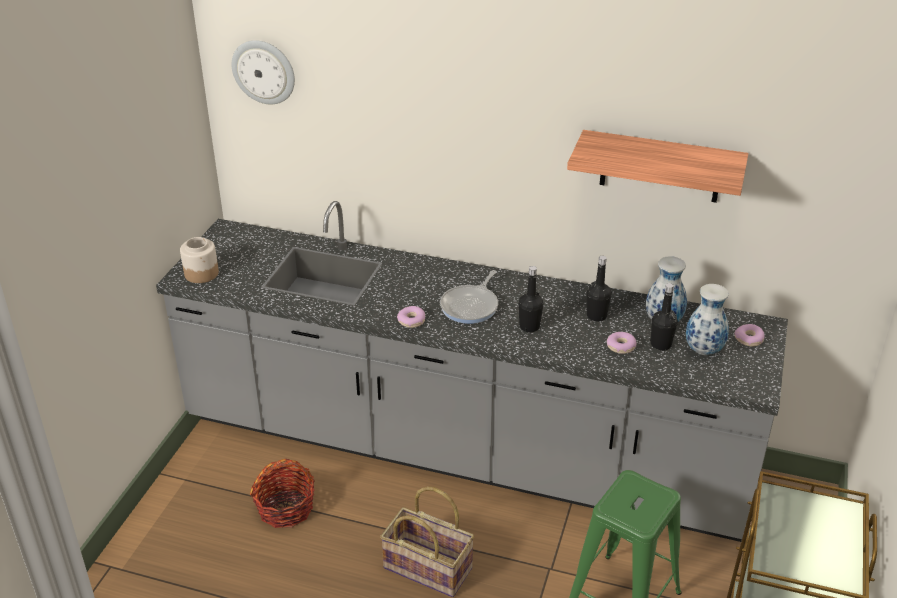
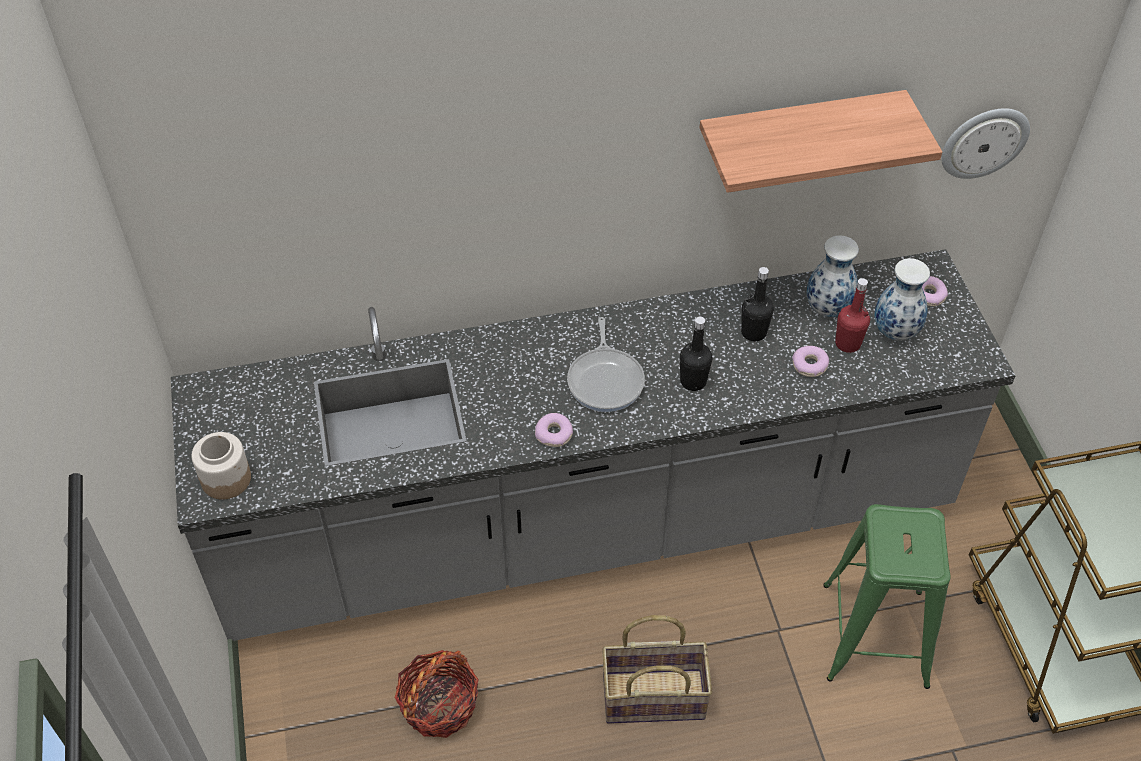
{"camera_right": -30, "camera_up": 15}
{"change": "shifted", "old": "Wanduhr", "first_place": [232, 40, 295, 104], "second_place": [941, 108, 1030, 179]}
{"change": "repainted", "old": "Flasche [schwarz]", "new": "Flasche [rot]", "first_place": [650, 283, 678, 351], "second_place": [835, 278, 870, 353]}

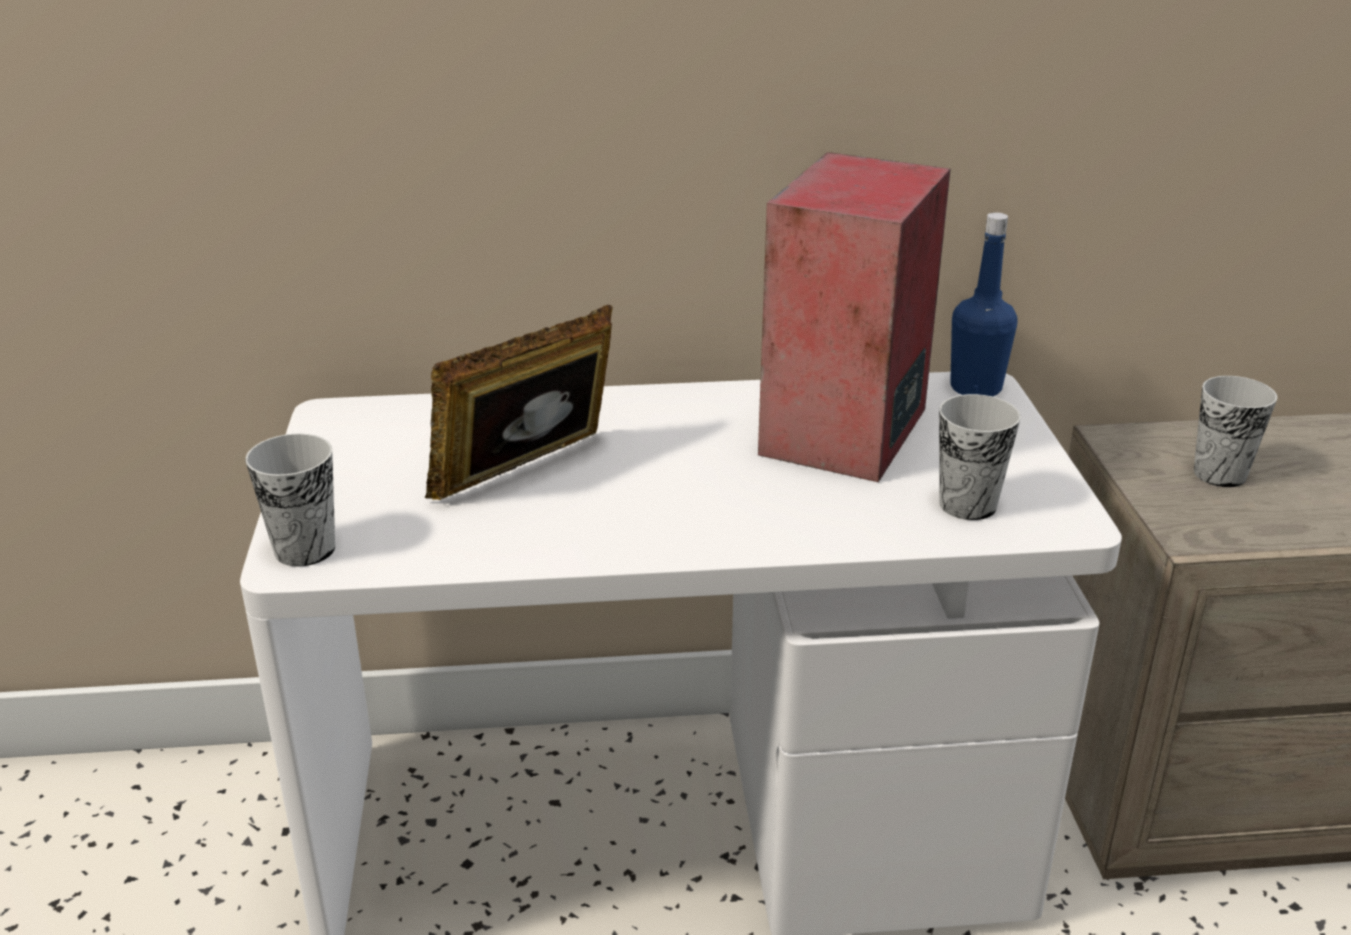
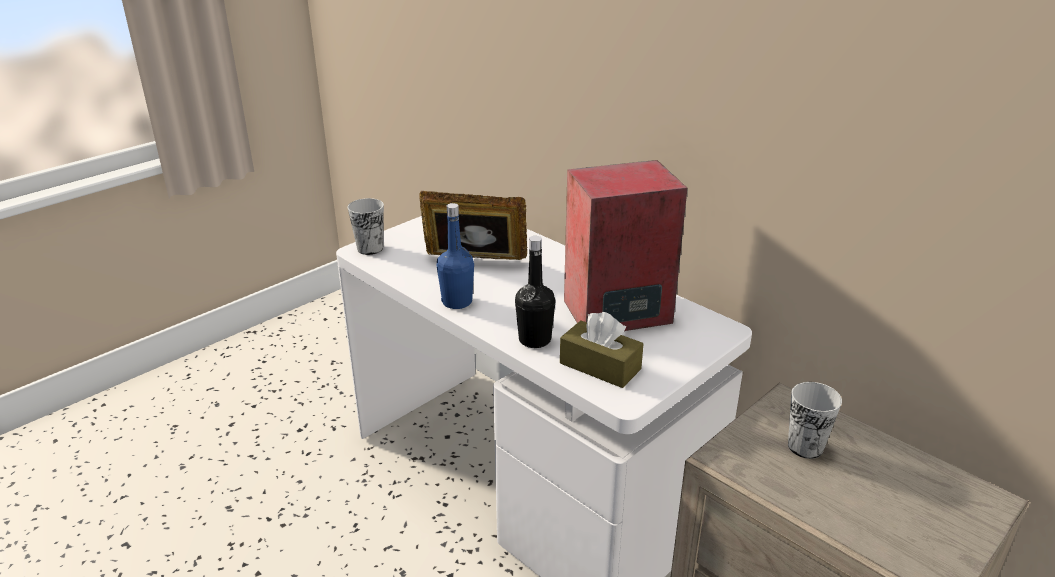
{"camera_right": 50, "camera_up": 0}
{"change": "new", "new": "Flasche [schwarz]", "second_place": [515, 236, 556, 348]}
{"change": "shifted", "old": "Flasche [blau]", "first_place": [950, 212, 1018, 396], "second_place": [437, 203, 474, 309]}
{"change": "swapped", "old": "Tasse", "new": "Taschentuchbox [braun]", "first_place": [939, 394, 1021, 520], "second_place": [560, 312, 643, 388]}

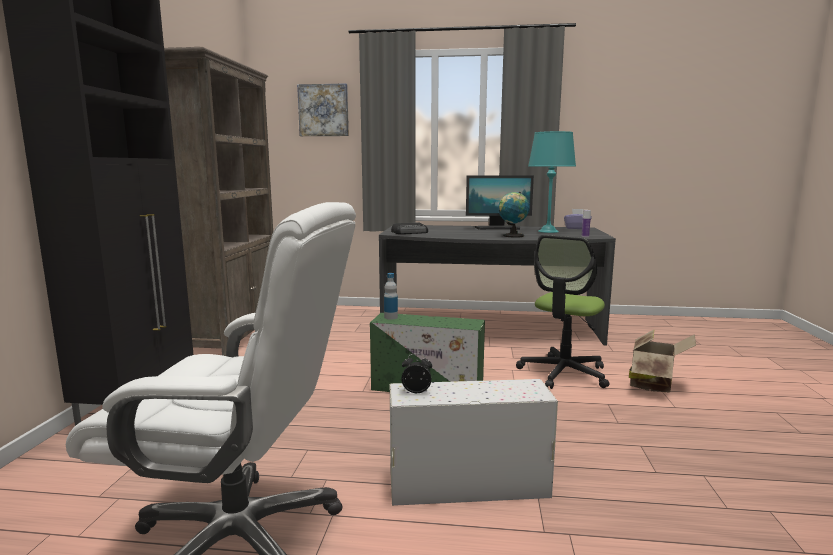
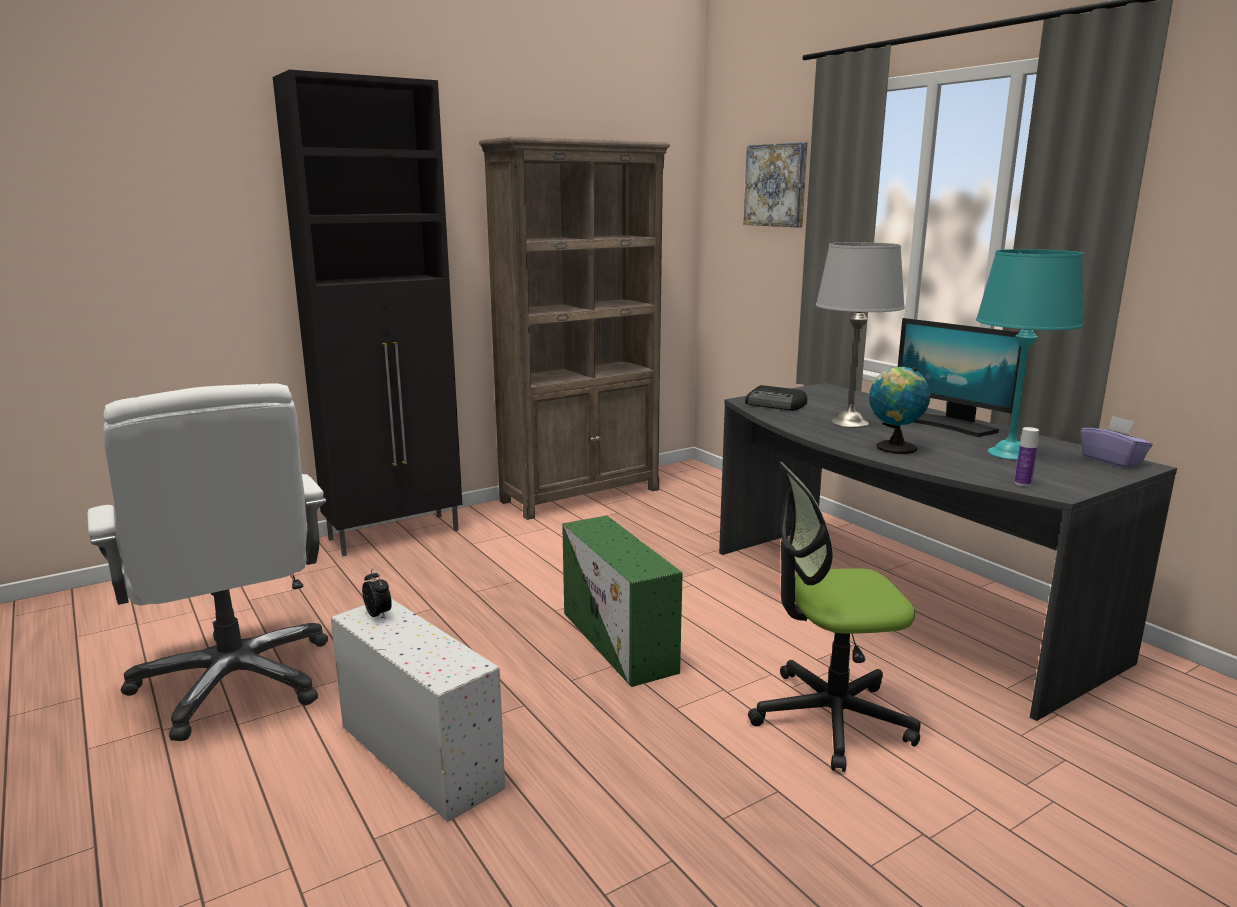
{"camera_right": 50, "camera_up": 5}
{"change": "gone", "old": "Flasche", "first_place": [384, 273, 398, 319]}
{"change": "gone", "old": "Karton", "first_place": [629, 330, 696, 393]}
{"change": "new", "new": "Tischlampe [grau]", "second_place": [816, 242, 905, 428]}

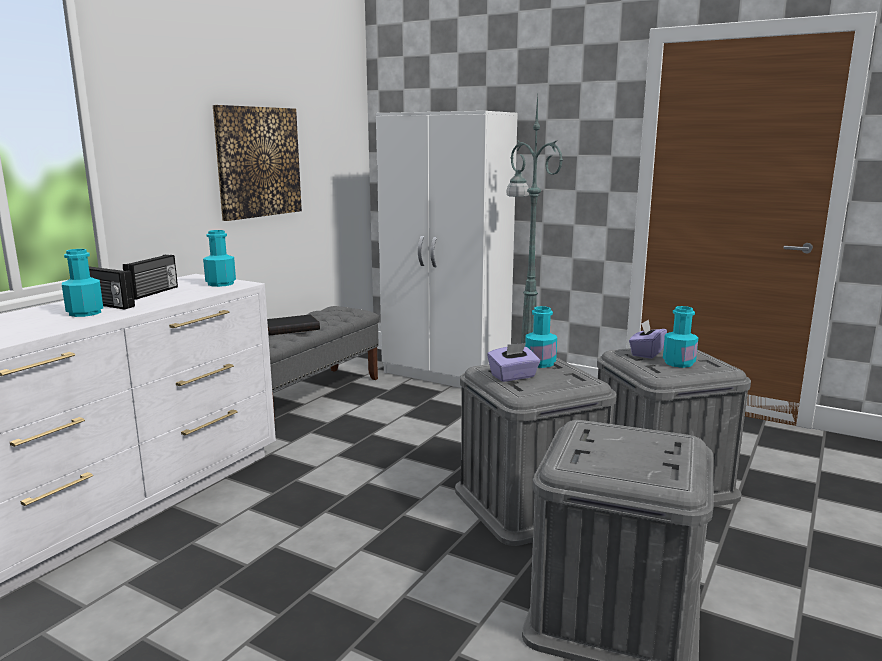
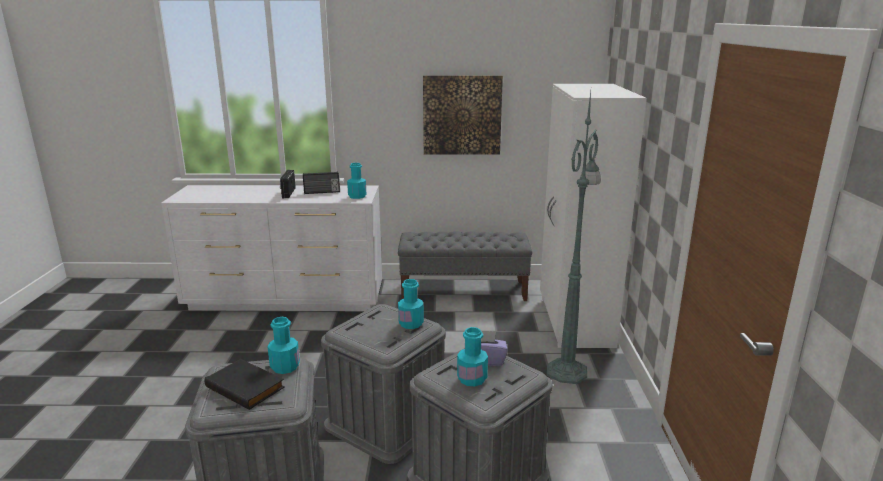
{"camera_right": 60, "camera_up": 5}
{"change": "gone", "old": "Taschentuchbox [lila]", "first_place": [487, 343, 540, 382]}
{"change": "shifted", "old": "Flasche [türkis]", "first_place": [62, 249, 103, 317], "second_place": [268, 317, 300, 374]}
{"change": "shifted", "old": "Buch [schwarz]", "first_place": [267, 314, 320, 336], "second_place": [204, 359, 284, 410]}

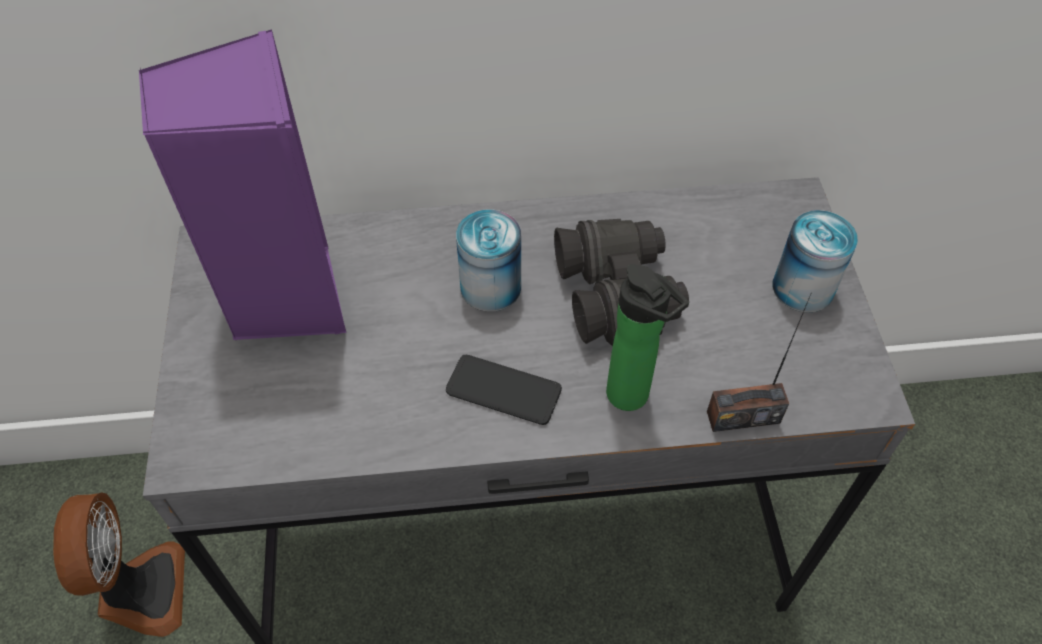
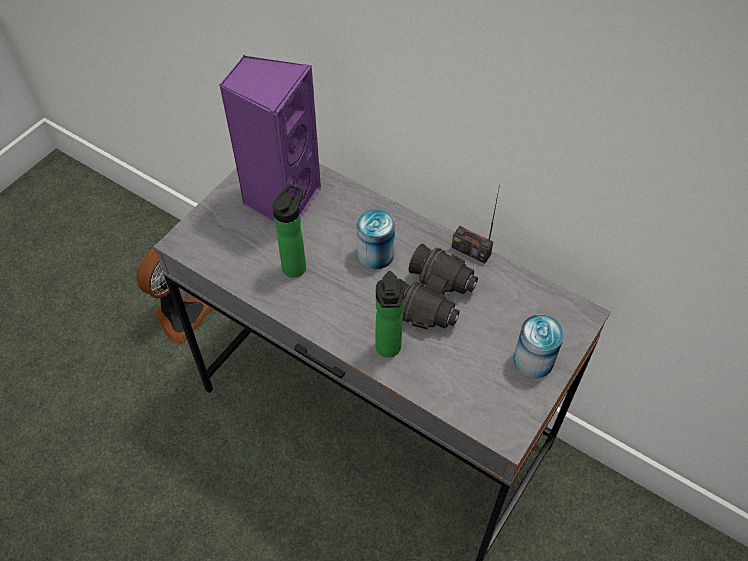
{"camera_right": 40, "camera_up": 0}
{"change": "gone", "old": "Handy", "first_place": [446, 355, 562, 425]}
{"change": "new", "new": "Flasche", "second_place": [272, 183, 306, 278]}
{"change": "shifted", "old": "Radio", "first_place": [707, 294, 811, 432], "second_place": [452, 184, 500, 263]}

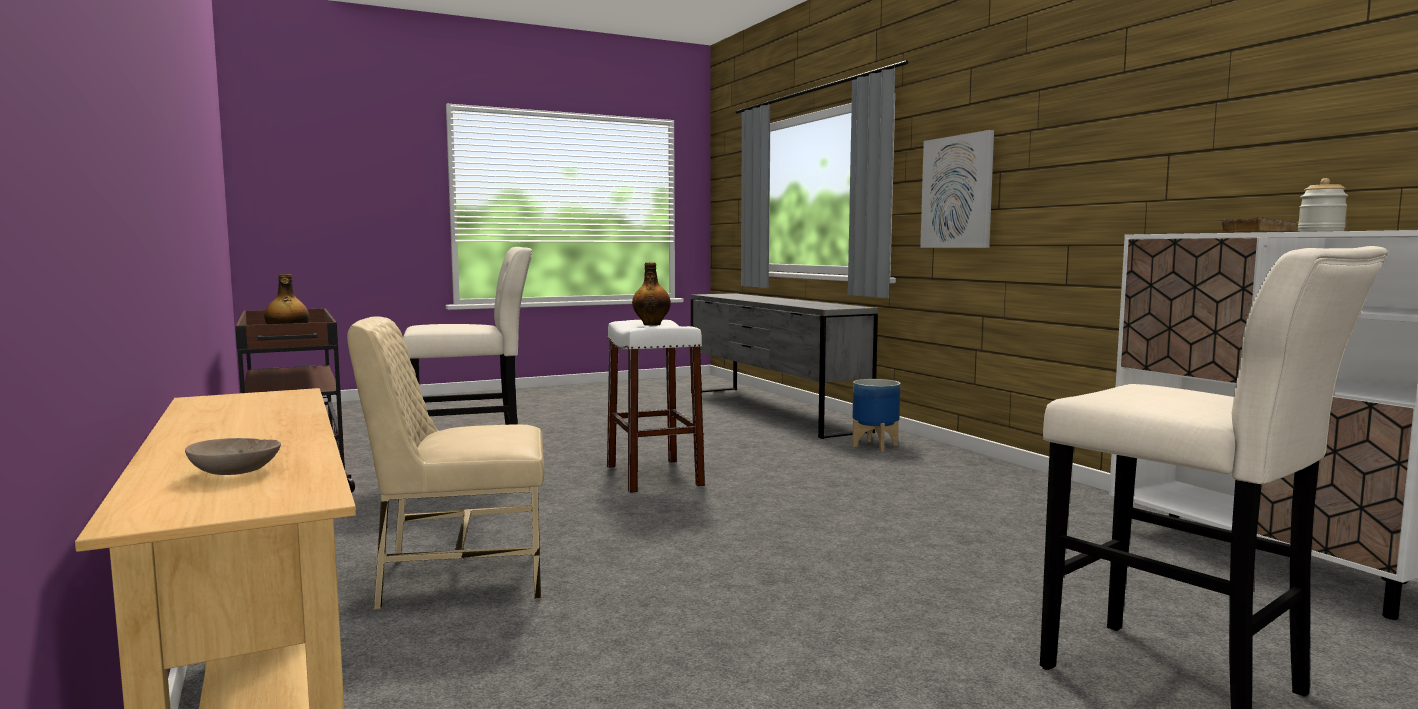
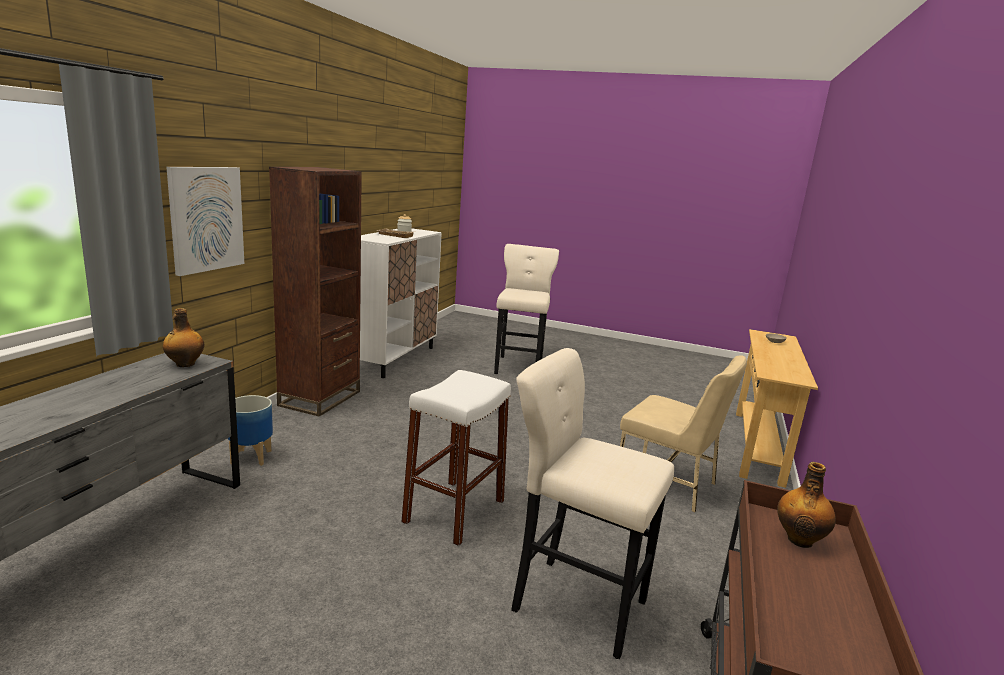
{"camera_right": -135, "camera_up": 10}
{"change": "new", "new": "Bücherregal [braun]", "second_place": [269, 167, 362, 416]}
{"change": "shifted", "old": "Flasche", "first_place": [632, 262, 671, 326], "second_place": [163, 308, 204, 367]}

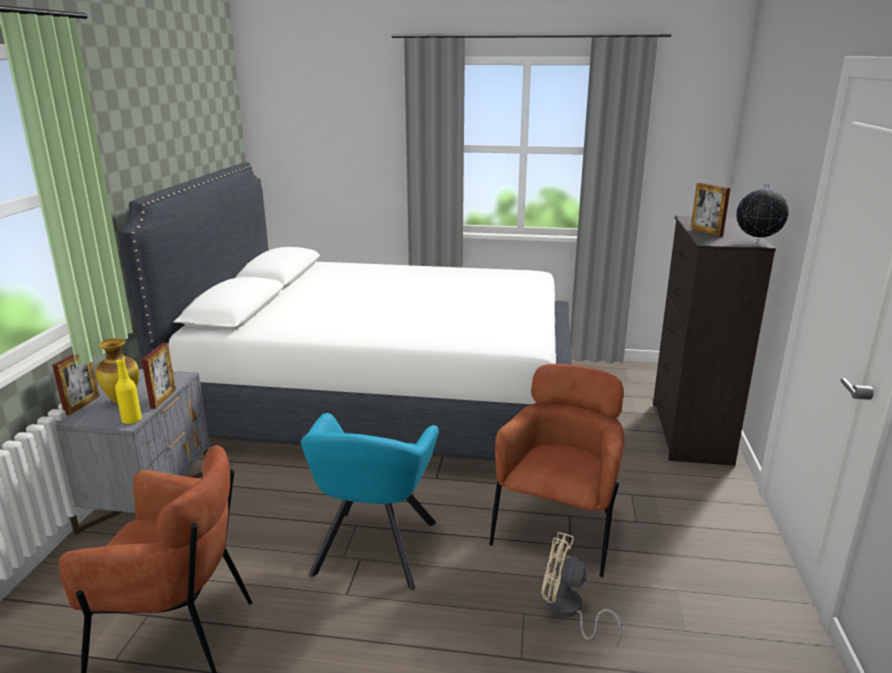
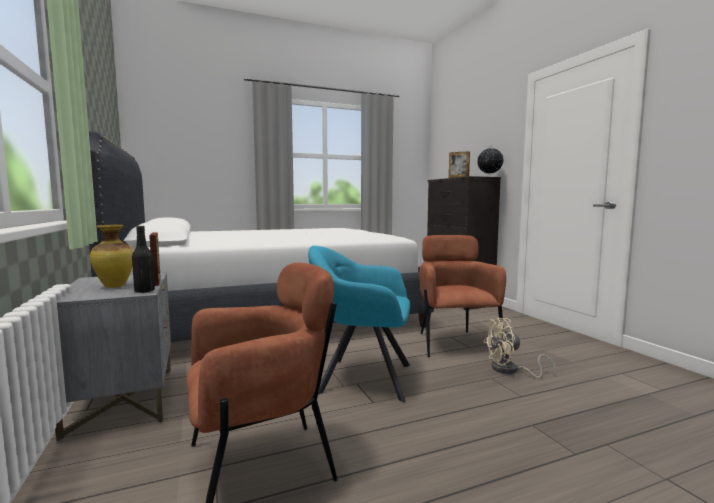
{"camera_right": -30, "camera_up": -15}
{"change": "gone", "old": "Bilderrahmen", "first_place": [52, 354, 100, 415]}
{"change": "repainted", "old": "Flasche [gelb]", "new": "Flasche [schwarz]", "first_place": [115, 358, 142, 424], "second_place": [132, 226, 155, 293]}
{"change": "rotated", "old": "Sessel [türkis]", "first_place": [301, 413, 439, 590], "second_place": [308, 246, 410, 402], "degrees": 120}

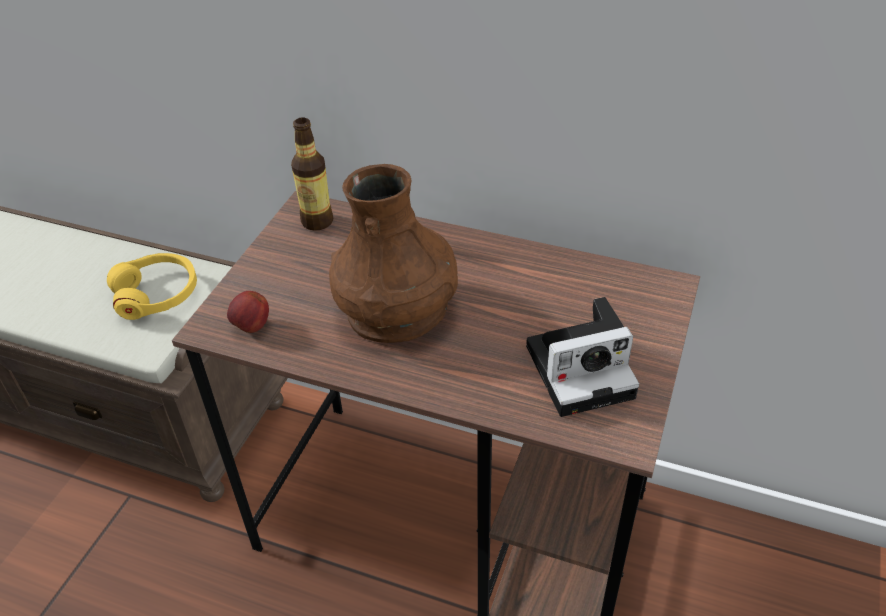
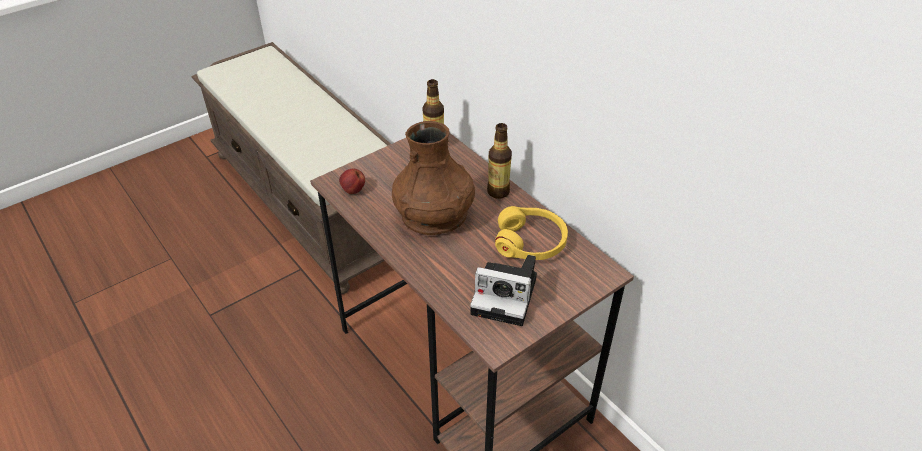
{"camera_right": 30, "camera_up": 0}
{"change": "new", "new": "Flasche", "second_place": [487, 123, 512, 199]}
{"change": "shifted", "old": "Kopfhörer [gelb]", "first_place": [107, 253, 197, 320], "second_place": [495, 206, 568, 260]}

